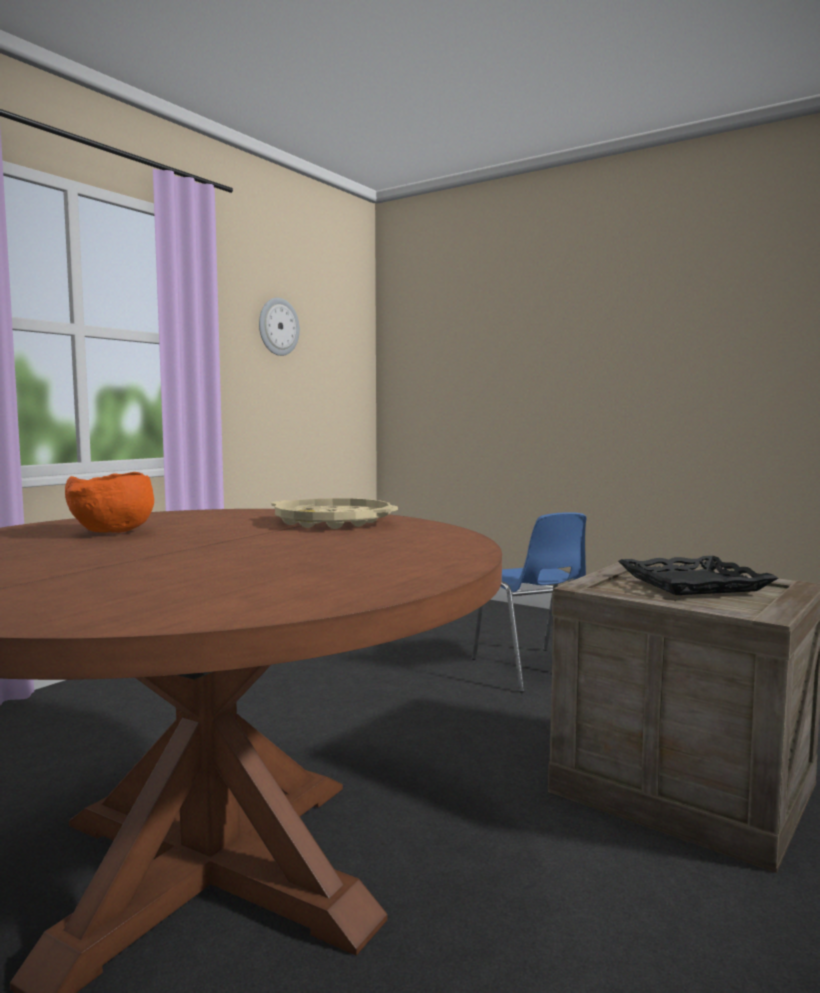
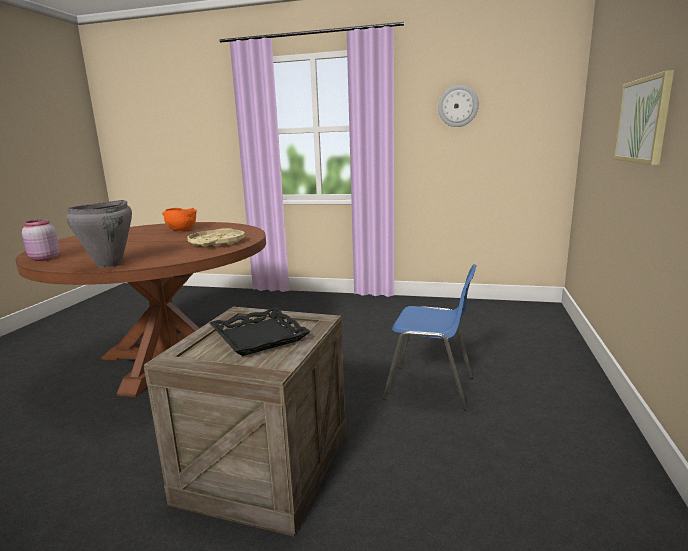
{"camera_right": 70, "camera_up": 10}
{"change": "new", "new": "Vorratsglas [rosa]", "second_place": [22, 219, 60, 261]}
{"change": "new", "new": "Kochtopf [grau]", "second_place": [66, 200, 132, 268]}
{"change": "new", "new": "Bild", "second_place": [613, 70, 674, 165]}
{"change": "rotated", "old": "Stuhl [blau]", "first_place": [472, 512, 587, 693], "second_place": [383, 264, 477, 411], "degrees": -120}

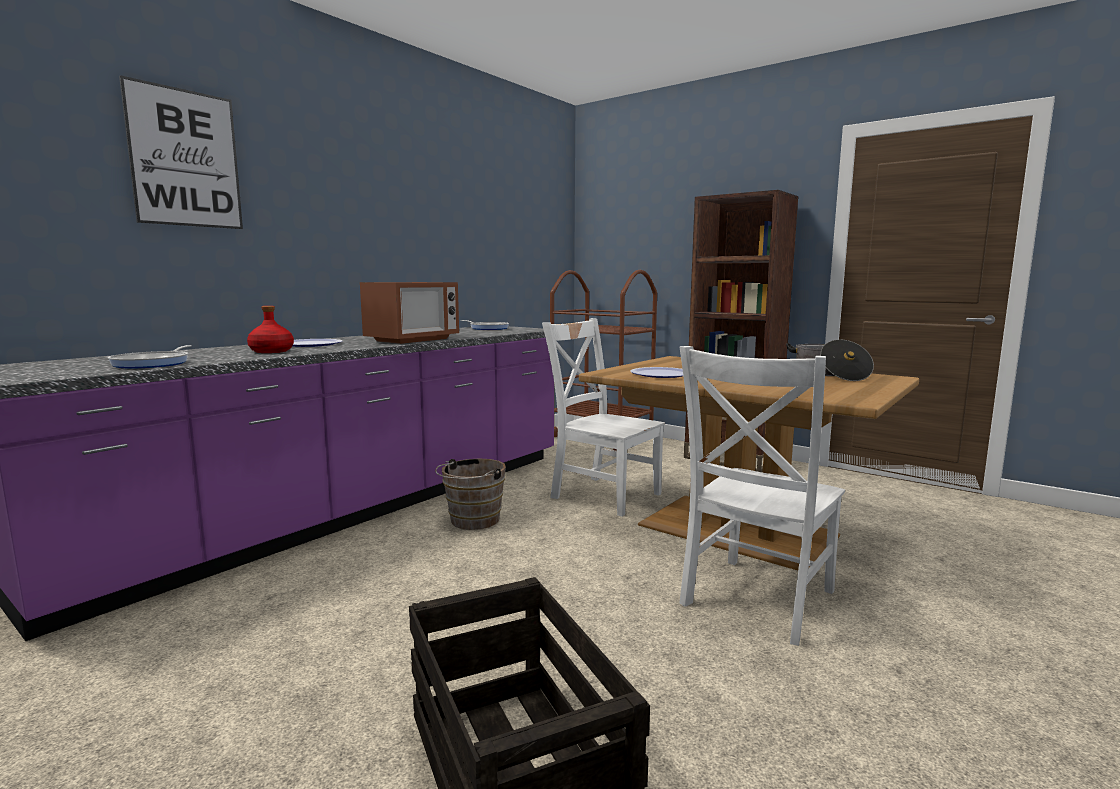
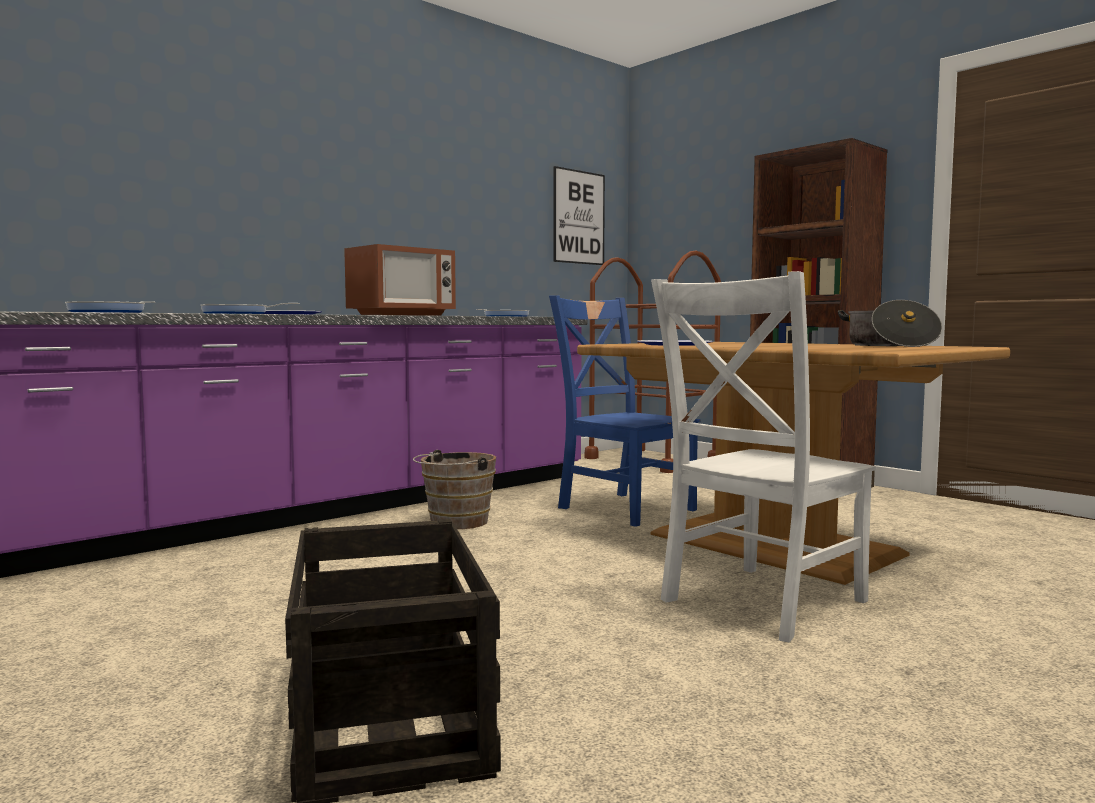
{"camera_right": 10, "camera_up": -5}
{"change": "shifted", "old": "Bild", "first_place": [119, 75, 243, 229], "second_place": [554, 166, 605, 265]}
{"change": "swapped", "old": "Flasche [rot]", "new": "Pfanne", "first_place": [247, 306, 294, 353], "second_place": [200, 303, 300, 314]}
{"change": "repainted", "old": "Stuhl [weiß]", "new": "Stuhl [blau]", "first_place": [542, 318, 665, 517], "second_place": [549, 295, 700, 527]}

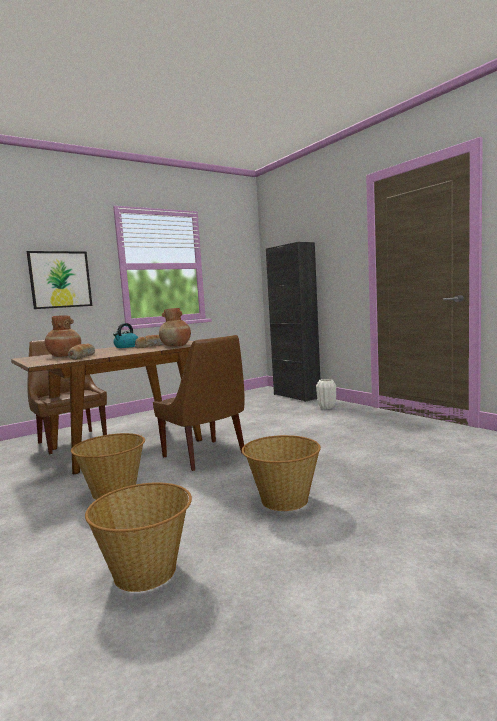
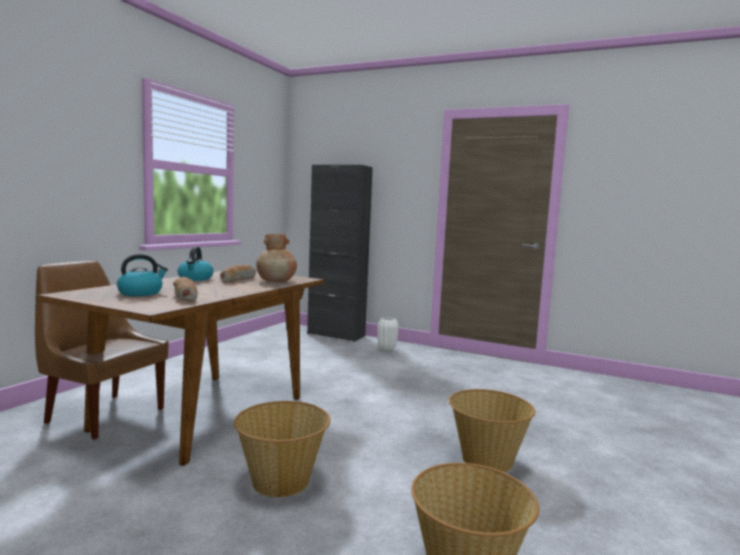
{"camera_right": -30, "camera_up": 0}
{"change": "gone", "old": "Bild", "first_place": [27, 251, 92, 309]}
{"change": "gone", "old": "Stuhl [braun]", "first_place": [153, 335, 245, 471]}
{"change": "swapped", "old": "Vase [braun]", "new": "Wasserkessel", "first_place": [45, 315, 81, 357], "second_place": [117, 254, 168, 296]}

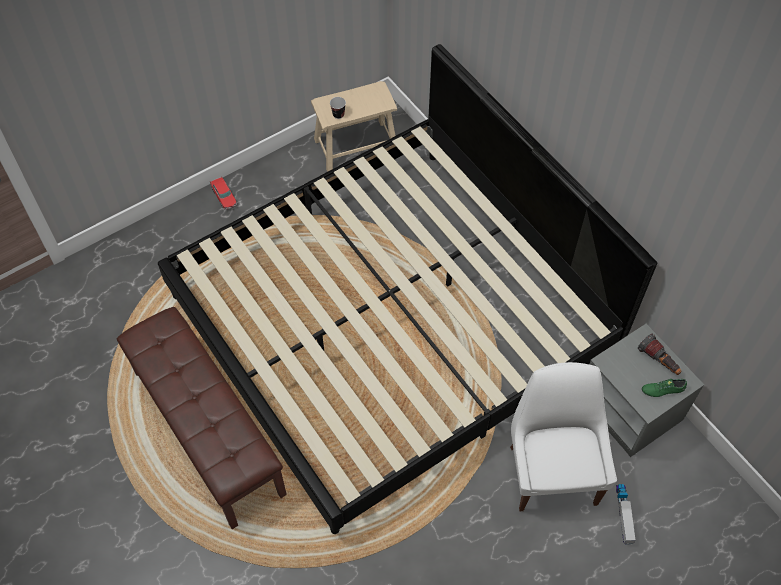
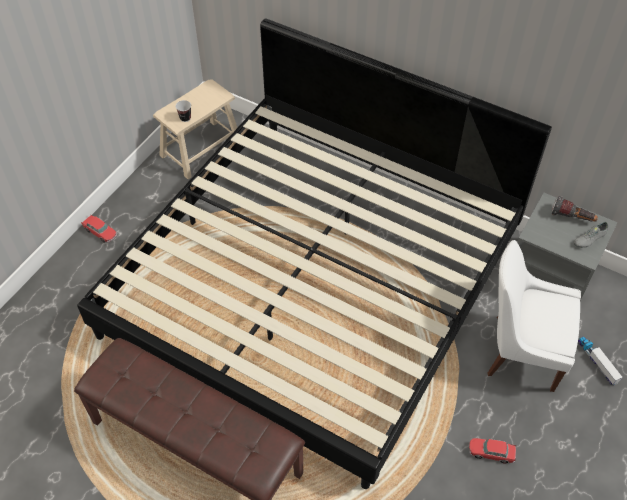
{"camera_right": -25, "camera_up": -5}
{"change": "new", "new": "Spielzeugauto", "second_place": [469, 438, 517, 464]}
{"change": "repainted", "old": "Schuh [grün]", "new": "Schuh [grau]", "first_place": [642, 379, 687, 397], "second_place": [574, 222, 608, 248]}
{"change": "rotated", "old": "Stuhl [weiß]", "first_place": [510, 362, 617, 511], "second_place": [487, 240, 581, 392], "degrees": -45}

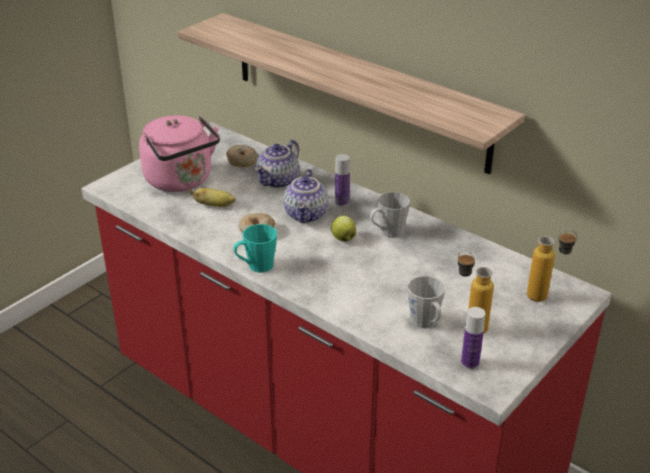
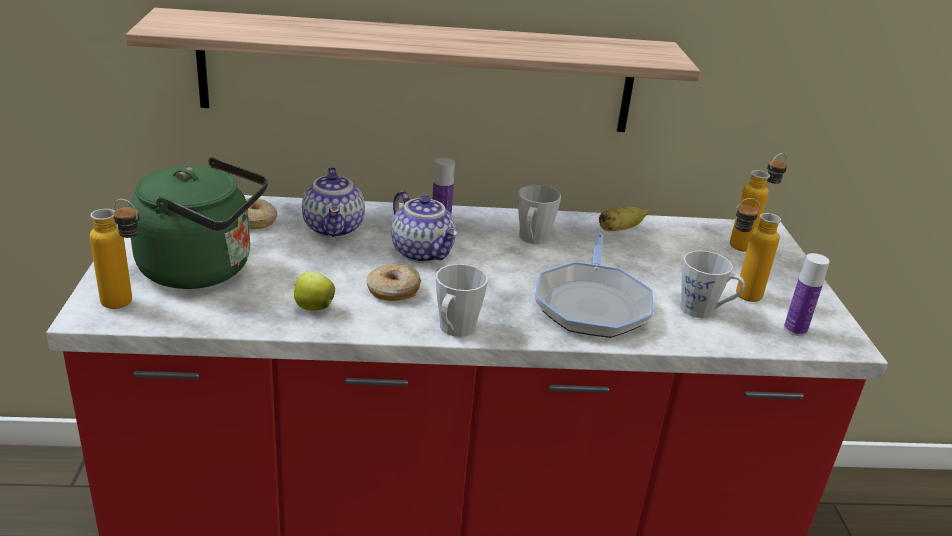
{"camera_right": -45, "camera_up": -5}
{"change": "new", "new": "Flasche", "second_place": [90, 199, 139, 309]}
{"change": "new", "new": "Pfanne", "second_place": [535, 233, 653, 338]}
{"change": "shifted", "old": "Banane", "first_place": [190, 188, 236, 207], "second_place": [599, 207, 649, 231]}
{"change": "shifted", "old": "Apfel", "first_place": [331, 215, 356, 242], "second_place": [294, 272, 335, 311]}
{"change": "repainted", "old": "Wasserkessel [rosa]", "new": "Wasserkessel [grün]", "first_place": [139, 115, 220, 192], "second_place": [128, 157, 268, 289]}
{"change": "repainted", "old": "Henkelbecher [türkis]", "new": "Henkelbecher [grau]", "first_place": [234, 224, 277, 272], "second_place": [436, 264, 488, 337]}

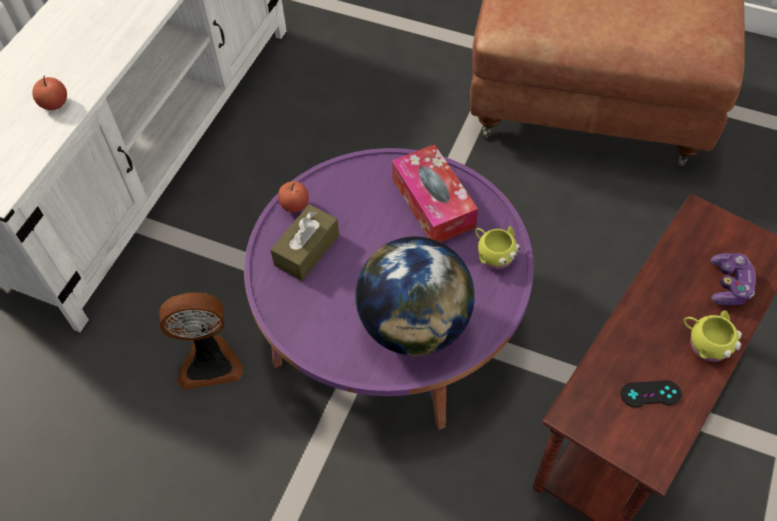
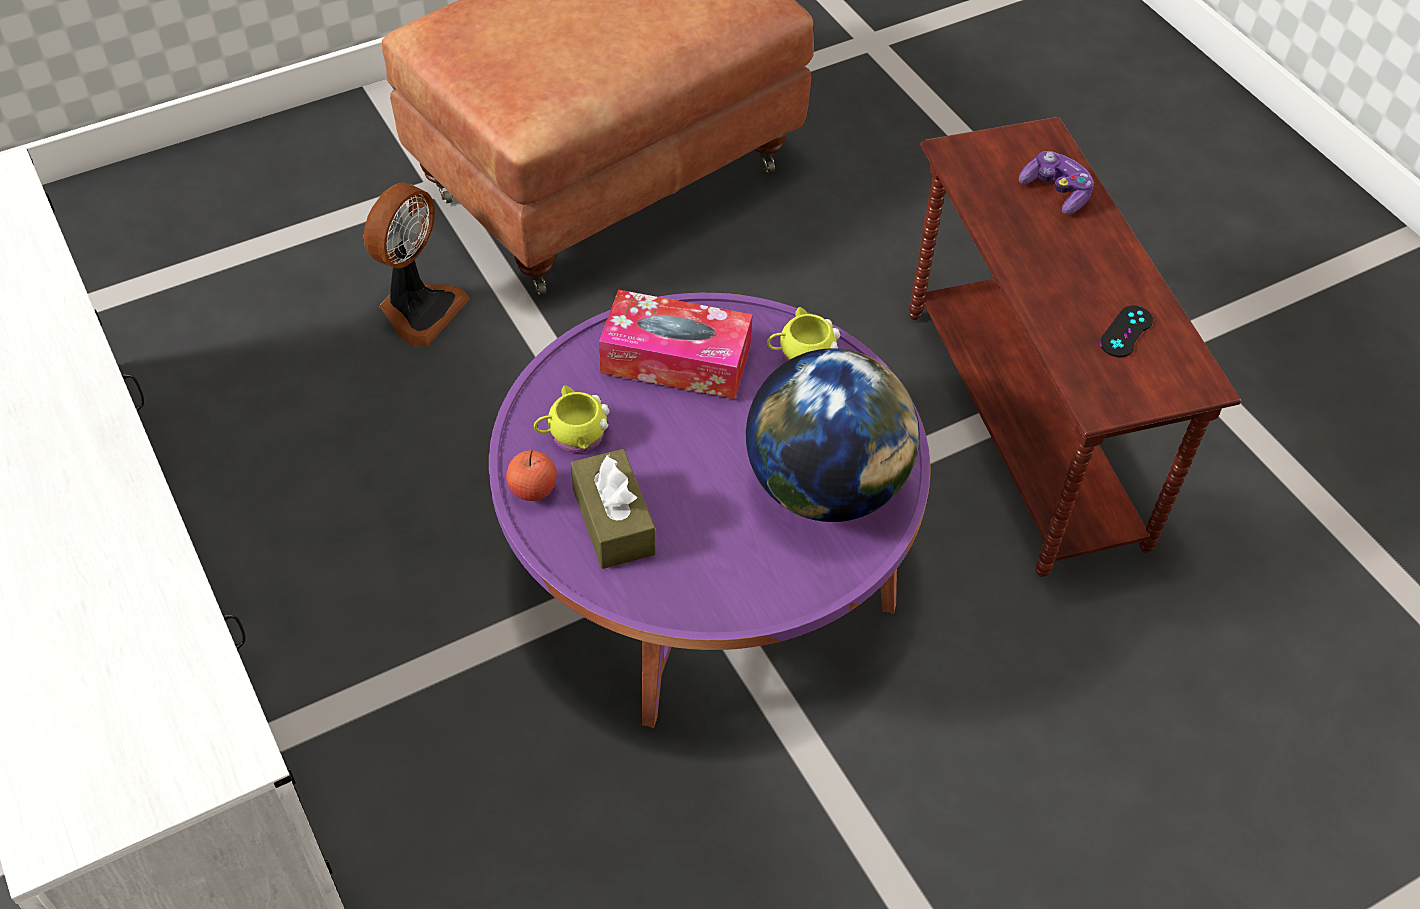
{"camera_right": -55, "camera_up": -5}
{"change": "gone", "old": "Apfel", "first_place": [32, 76, 67, 110]}
{"change": "shifted", "old": "Ventilator", "first_place": [159, 292, 243, 390], "second_place": [364, 183, 470, 347]}
{"change": "shifted", "old": "Henkelbecher [gelb]", "first_place": [683, 310, 742, 362], "second_place": [534, 385, 610, 453]}

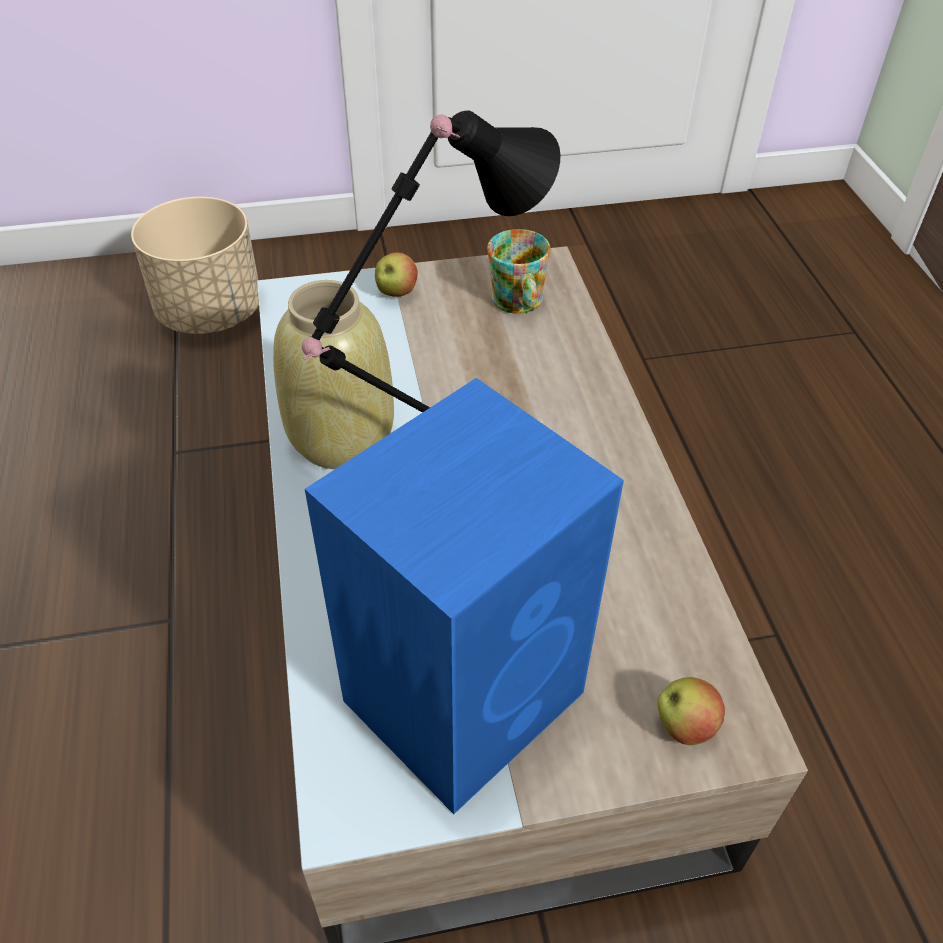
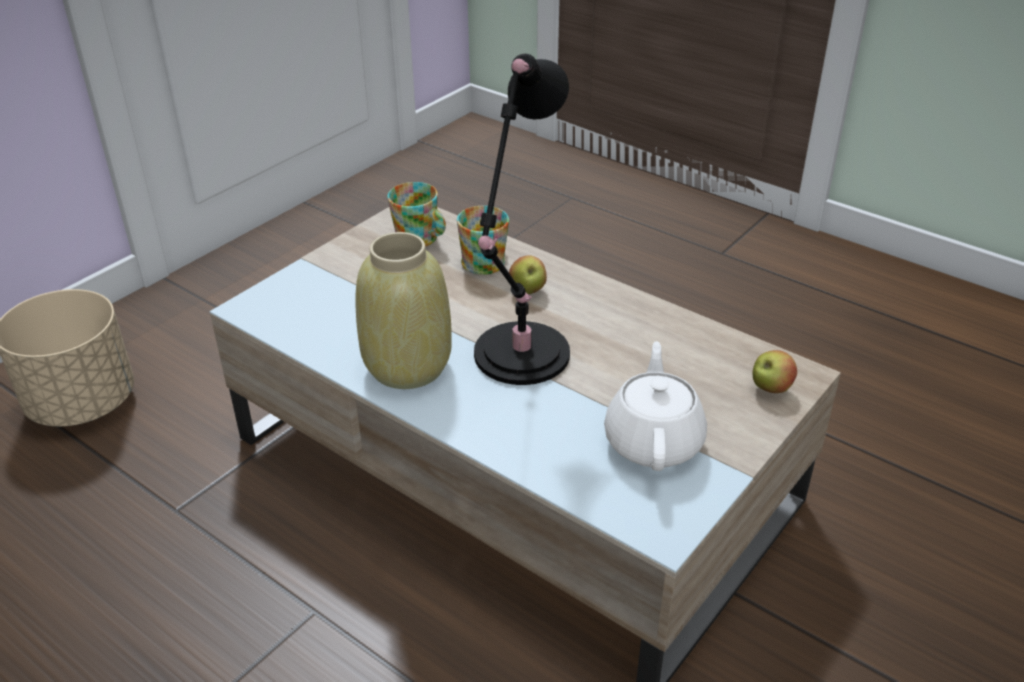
{"camera_right": -40, "camera_up": -10}
{"change": "new", "new": "Henkelbecher", "second_place": [457, 206, 509, 275]}
{"change": "shifted", "old": "Apfel", "first_place": [375, 252, 418, 297], "second_place": [509, 256, 547, 294]}
{"change": "swapped", "old": "Lautsprecher [blau]", "new": "Teekanne [weiß]", "first_place": [305, 378, 624, 814], "second_place": [604, 341, 707, 471]}

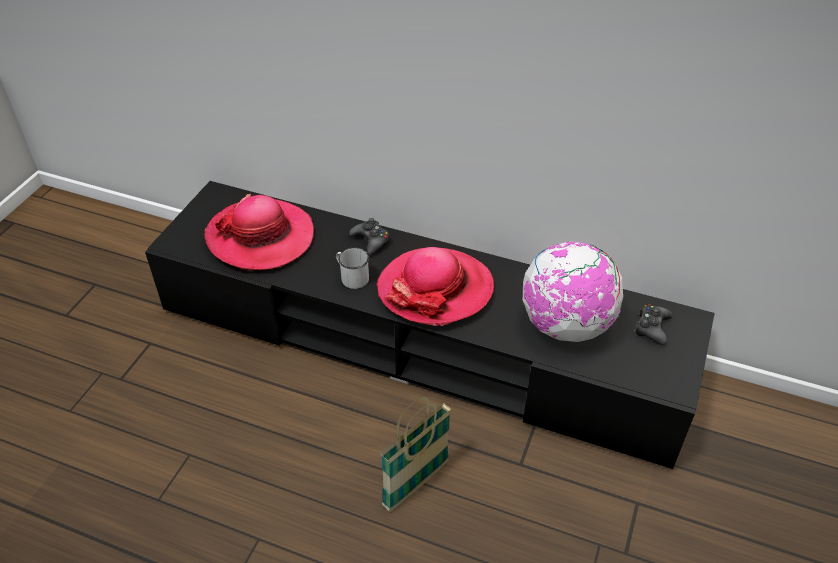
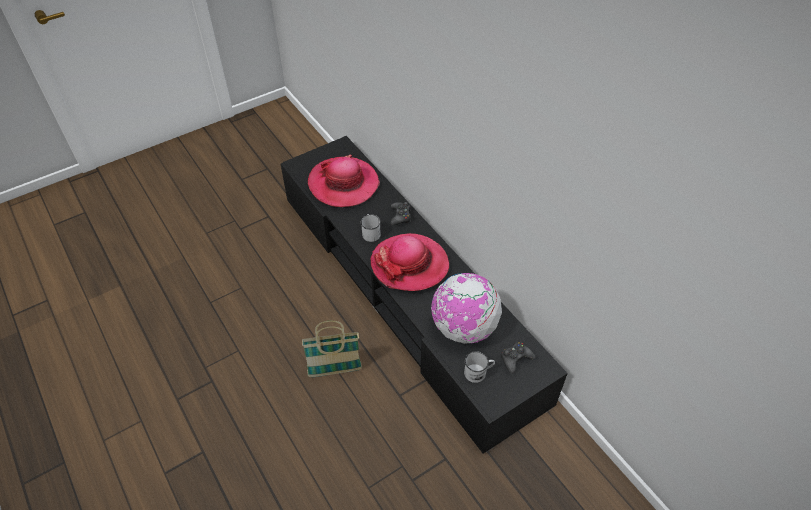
{"camera_right": 35, "camera_up": 5}
{"change": "new", "new": "Henkelbecher [weiß]", "second_place": [464, 351, 495, 383]}

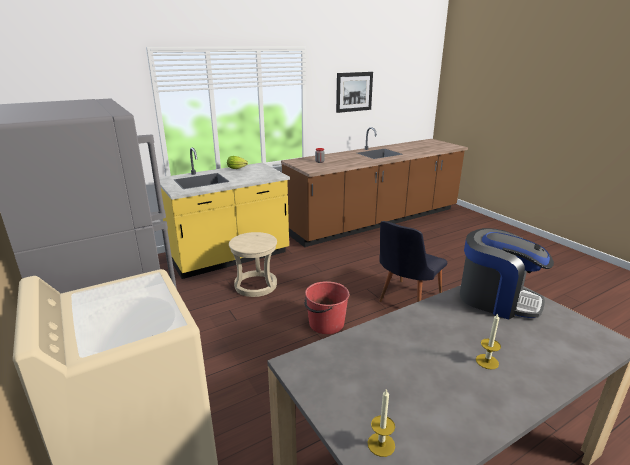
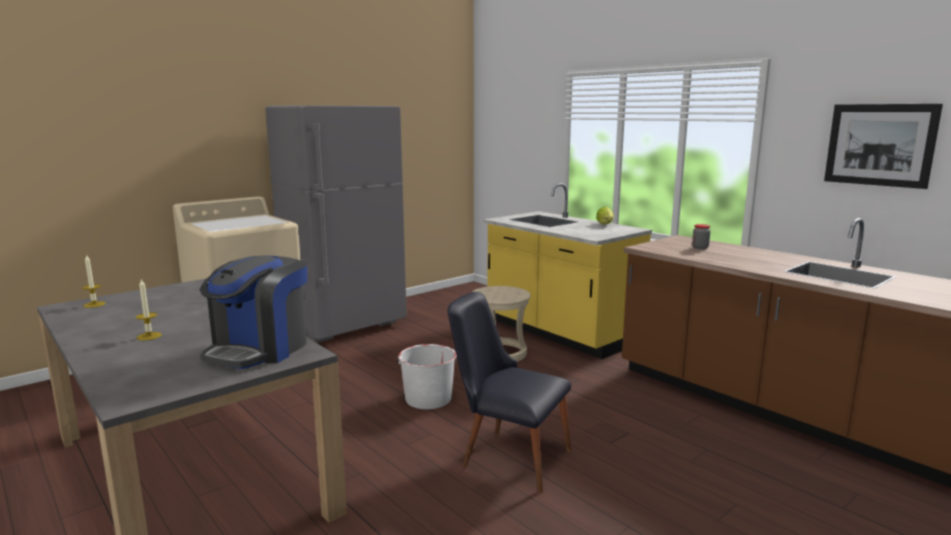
{"camera_right": 80, "camera_up": -10}
{"change": "repainted", "old": "Eimer [rot]", "new": "Eimer [weiß]", "first_place": [304, 281, 349, 334], "second_place": [396, 344, 457, 409]}

